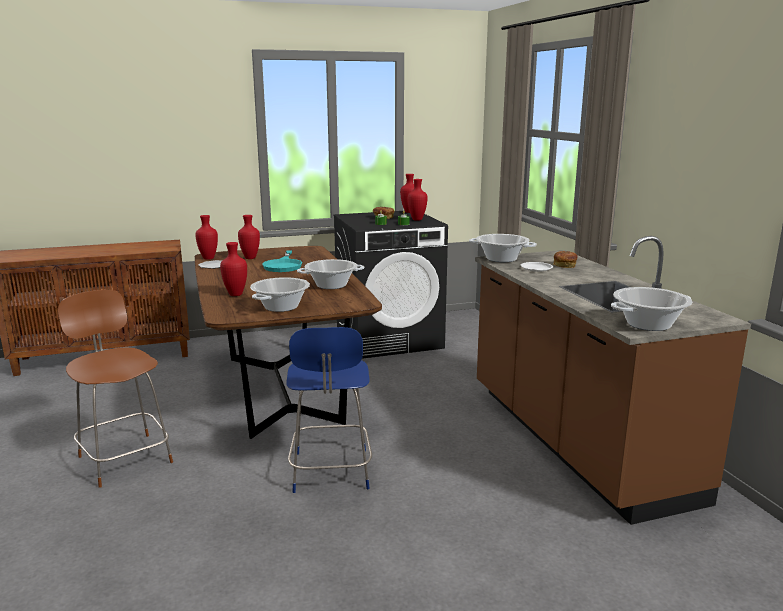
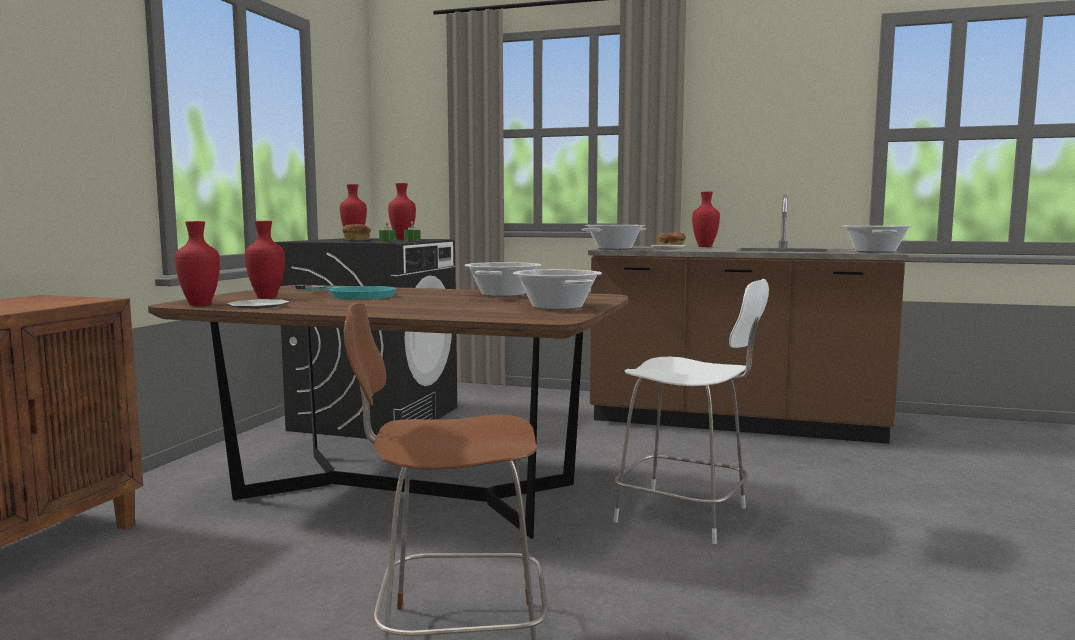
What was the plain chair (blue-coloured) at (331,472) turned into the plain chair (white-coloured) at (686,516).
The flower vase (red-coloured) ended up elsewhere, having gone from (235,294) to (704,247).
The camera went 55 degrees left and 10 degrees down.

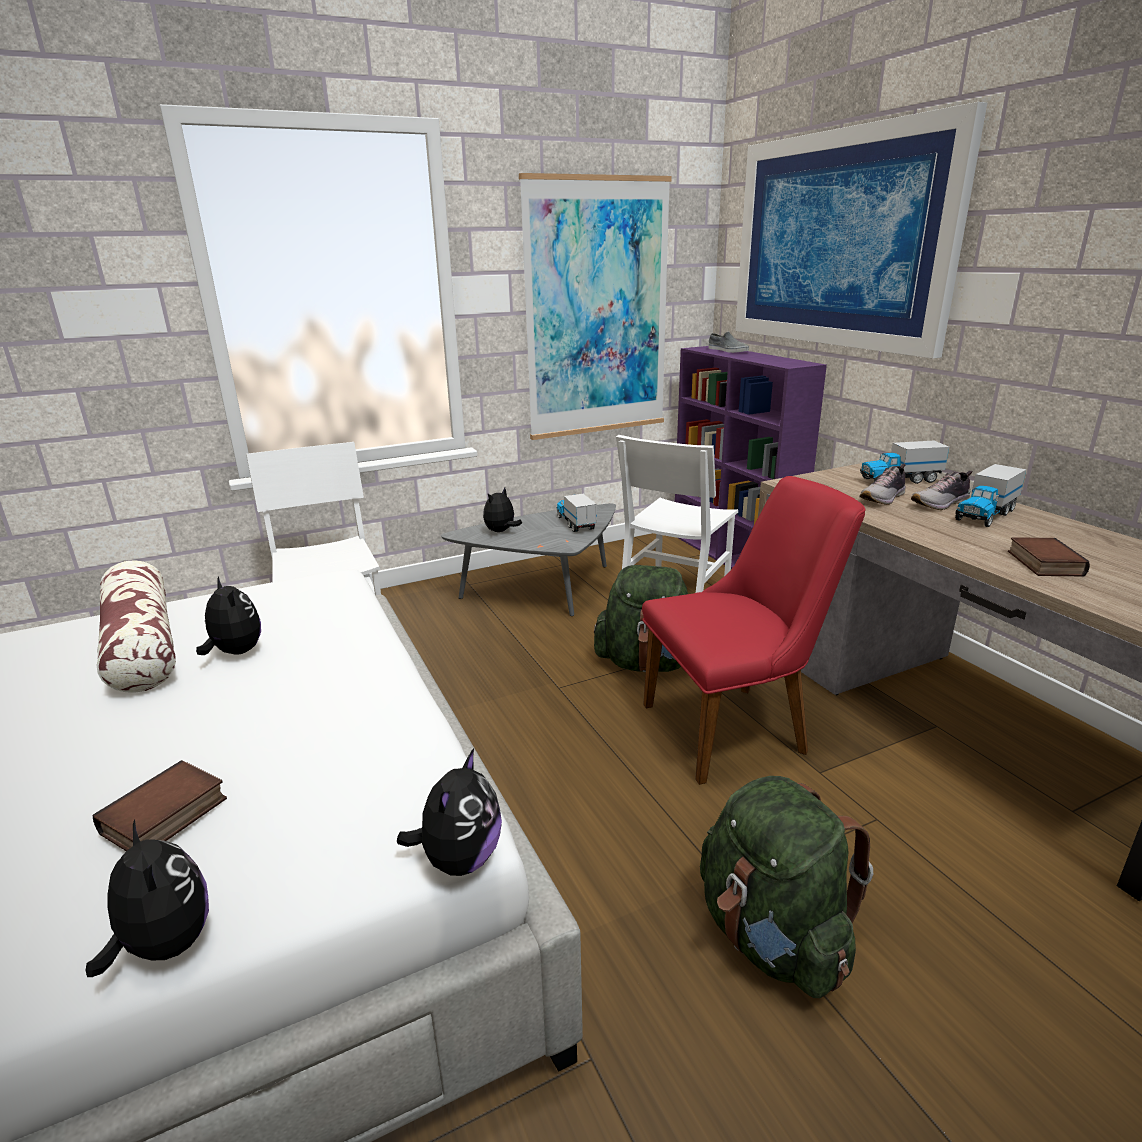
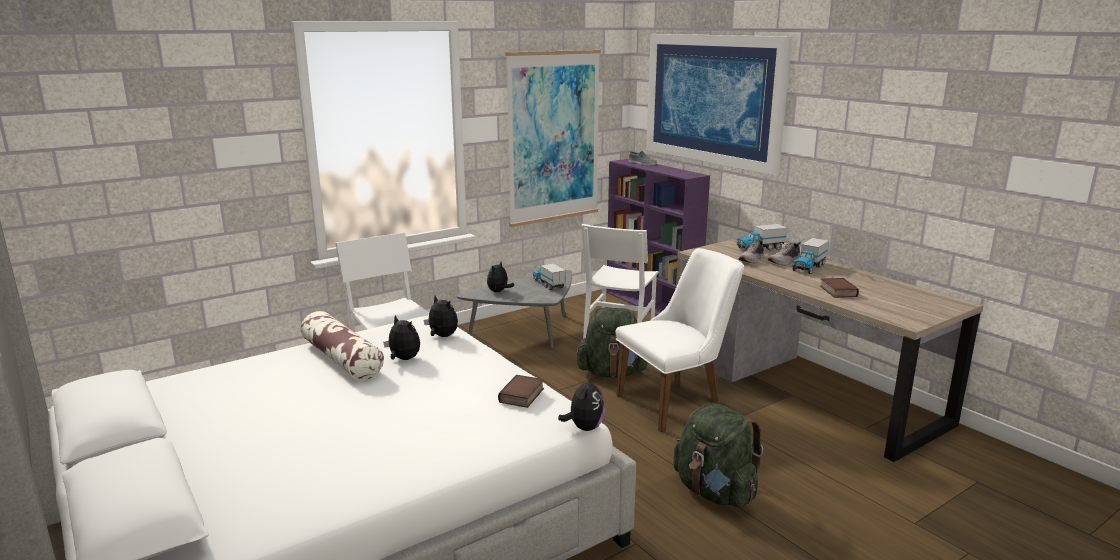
The plush toy ended up elsewhere, having gone from (164,944) to (442,336).
The bound book ended up elsewhere, having gone from (165,818) to (522,396).
What was the plain chair (red-coloured) at (738,727) turned into the plain chair (white-coloured) at (677,403).
The camera went 10 degrees left and 5 degrees down.

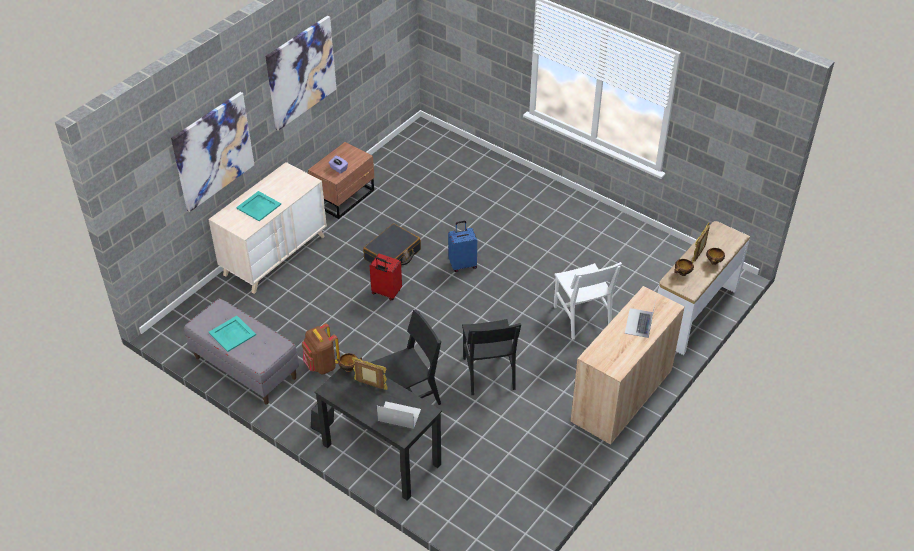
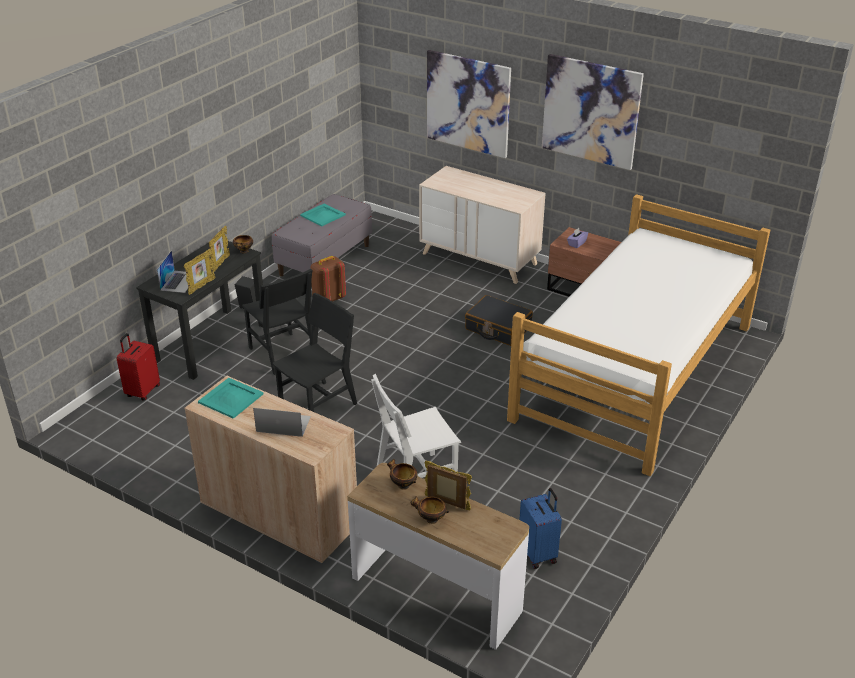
The travel case (red-coloured) ended up elsewhere, having gone from (386,293) to (142,391).
The second view gained the picture frame at (201,287).
The tray (blue-green) ended up elsewhere, having gone from (259,206) to (231,398).
The plain chair (blackish) at (488,373) ended up facing another way, 150 degrees clockwise from before.
The second view gained the bed at (636,372).
The travel case (blue-coloured) ended up elsewhere, having gone from (462,264) to (538,553).
The camera went 85 degrees right and 10 degrees down.

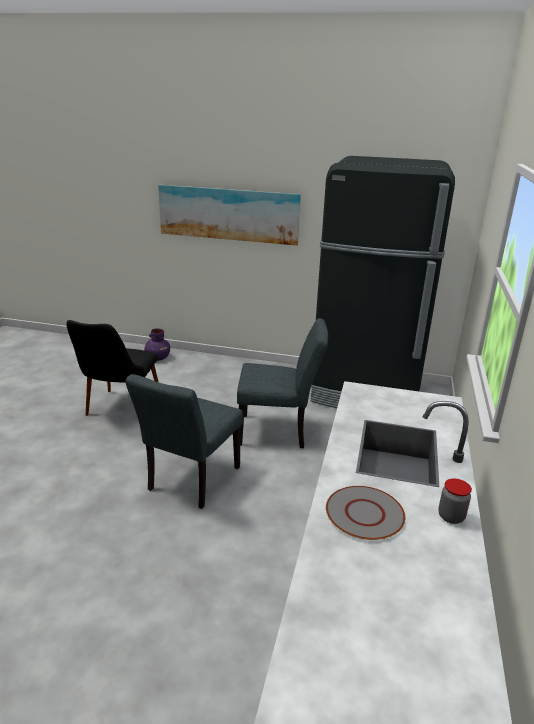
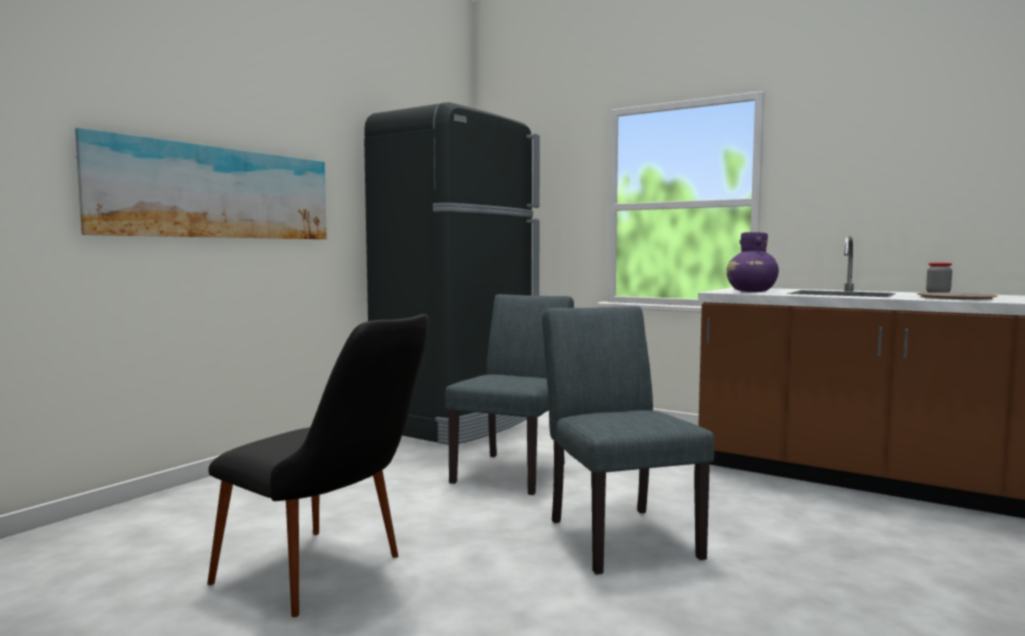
The plain chair (gray) at (190,482) ended up facing another way, 150 degrees counterclockwise from before.
The flower vase (purple) ended up elsewhere, having gone from (157,358) to (751,291).
The camera went 70 degrees left and 20 degrees down.

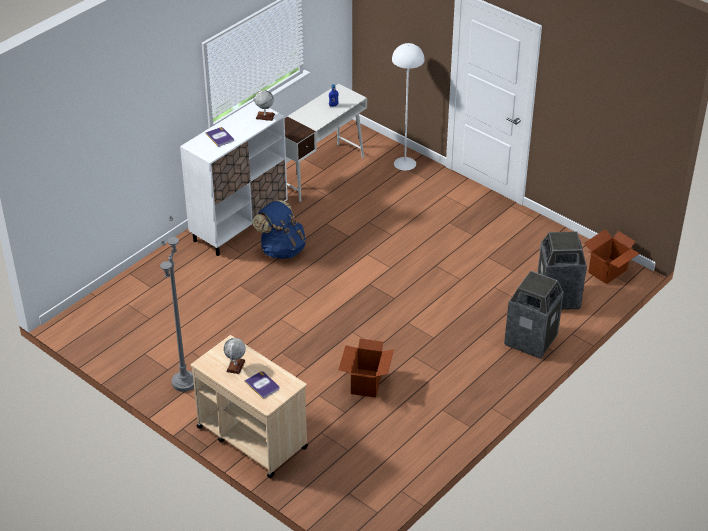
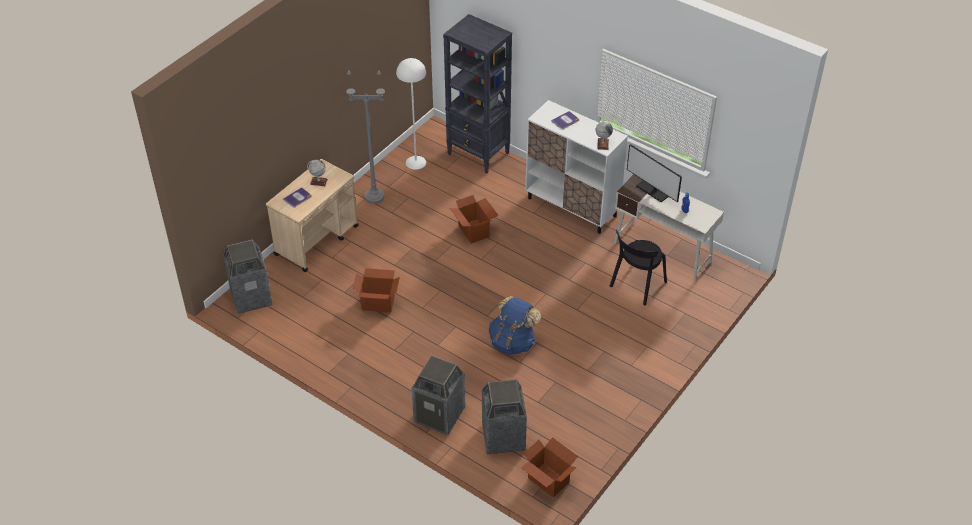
The second view gained the waste bin at (251,297).
The standing lamp (white-coloured) ended up elsewhere, having gone from (404,163) to (415,162).
The second view gained the bookcase (blackish) at (478,154).
The second view gained the carton at (474,231).
The knapsack (blue-coloured) ended up elsewhere, having gone from (281,249) to (513,342).
The second view gained the plain chair (blackish) at (636,285).
The second view gained the computer screen at (653,190).
The camera went 85 degrees right and 5 degrees up.

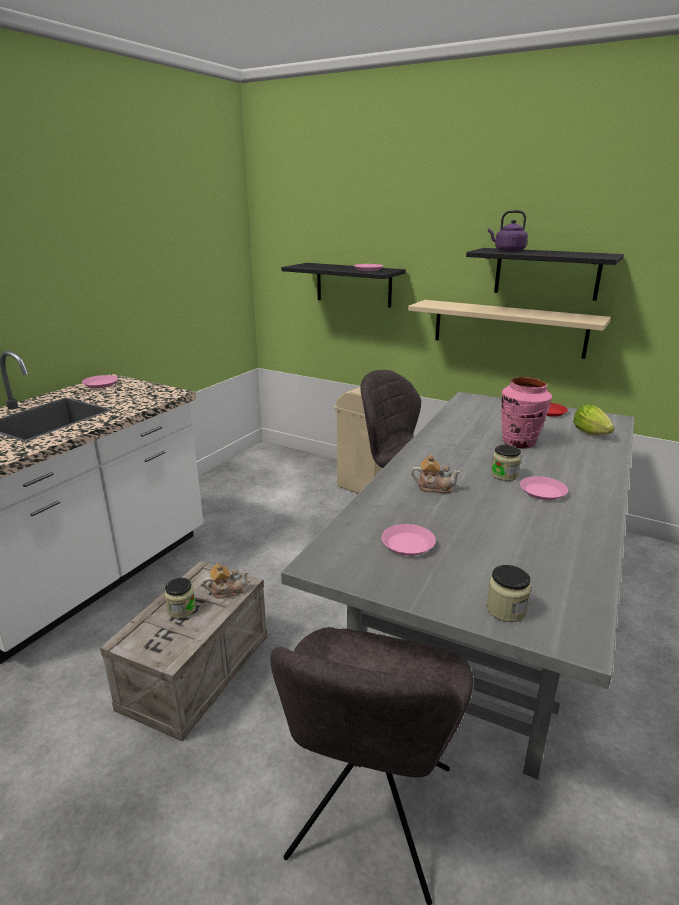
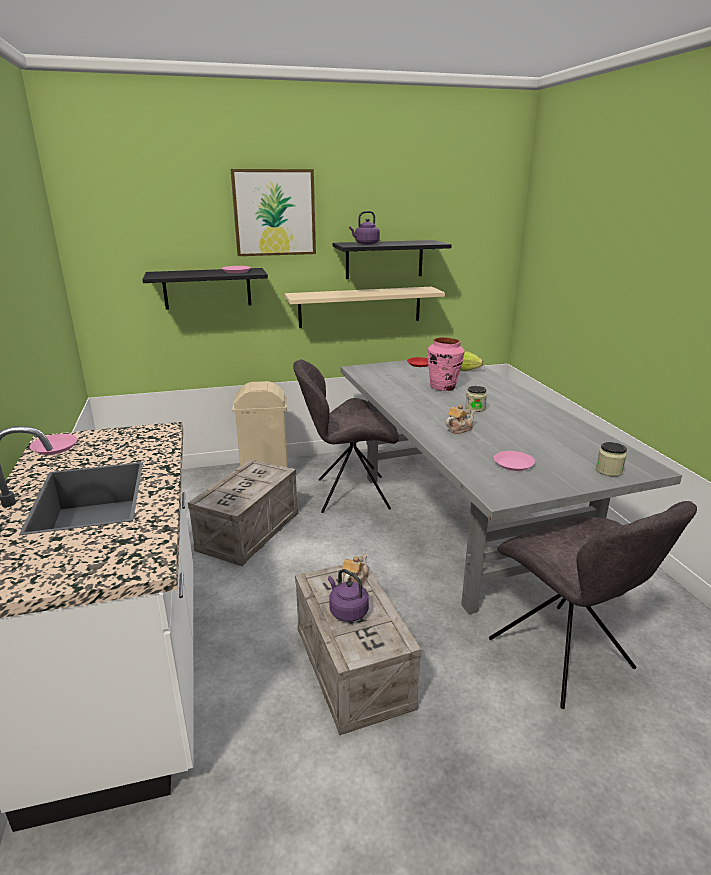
The second view gained the crate at (249,530).
The second view gained the wall picture at (274,213).
Where the preserve jar stood at (181,609), the tea kettle (purple) came to stand at (347,611).
The second view lost the flat dish (pink) at (543,492).
The camera went 45 degrees left and 0 degrees up.

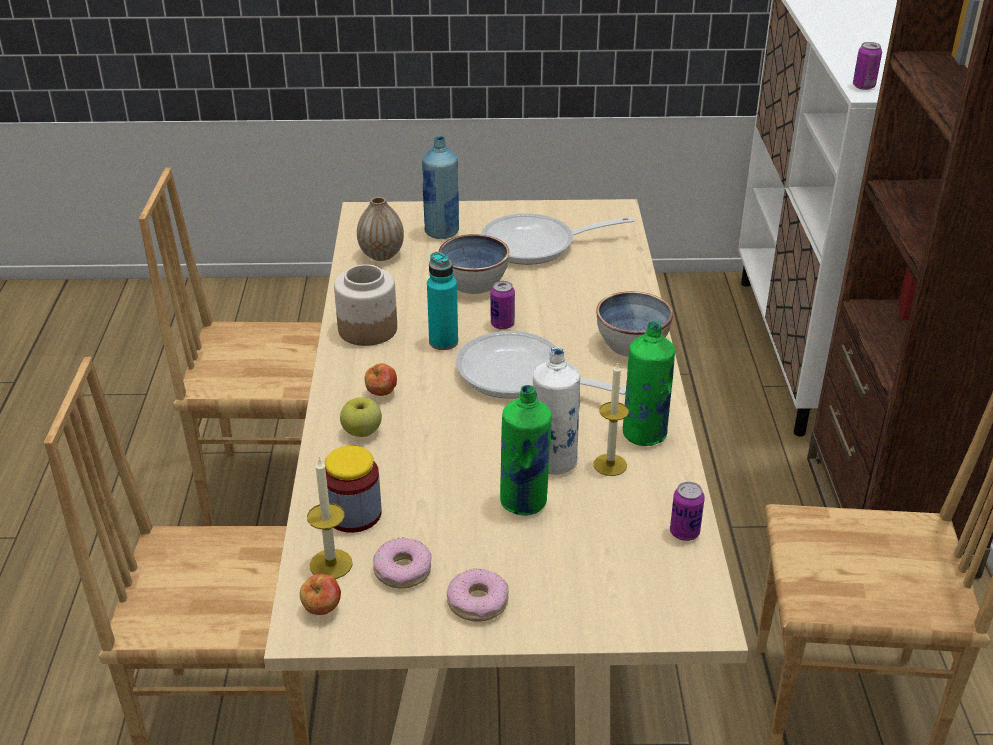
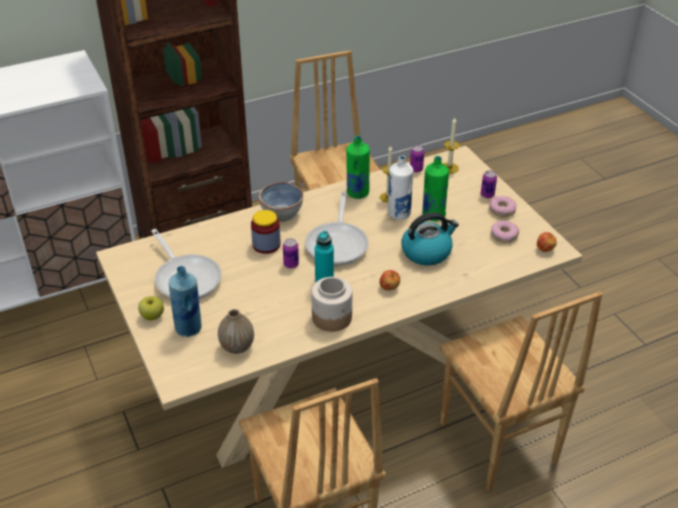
The whole apple ended up elsewhere, having gone from (362,432) to (152,316).
The preserve jar ended up elsewhere, having gone from (354,514) to (266,245).
The second view gained the tea kettle at (427,252).
The candle ended up elsewhere, having gone from (331,564) to (449,168).
The can ended up elsewhere, having gone from (863,86) to (487,195).
The second view lost the deep dish at (474,283).
The camera went 115 degrees left and 5 degrees up.

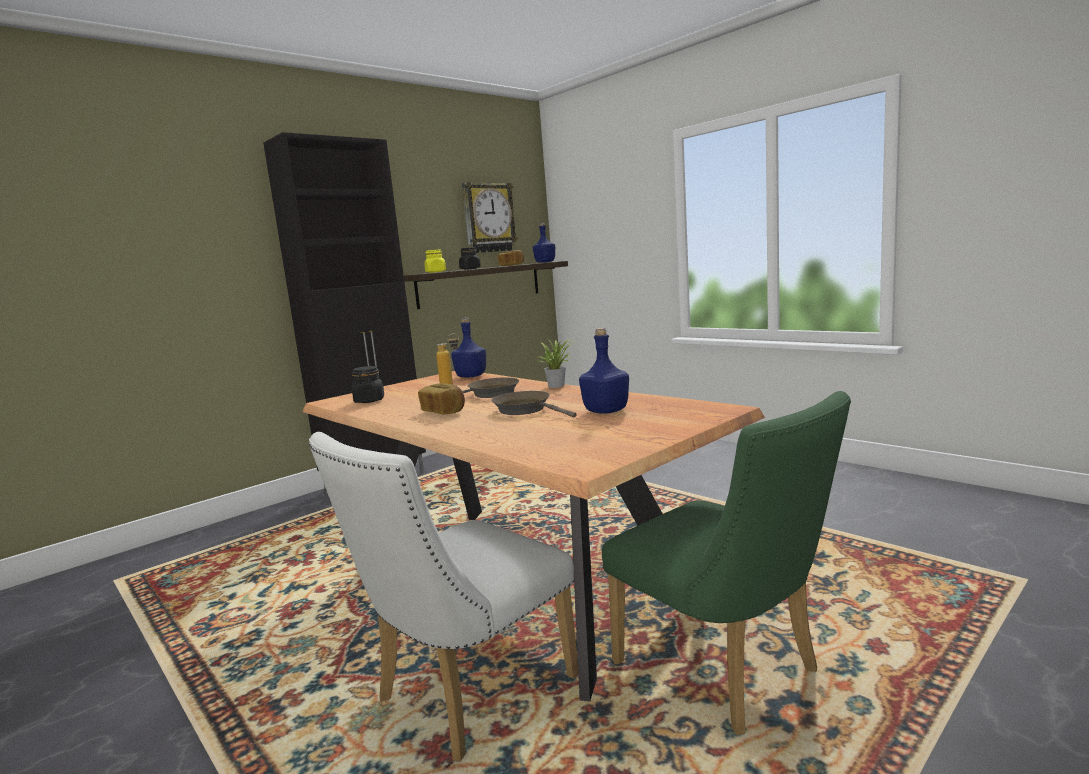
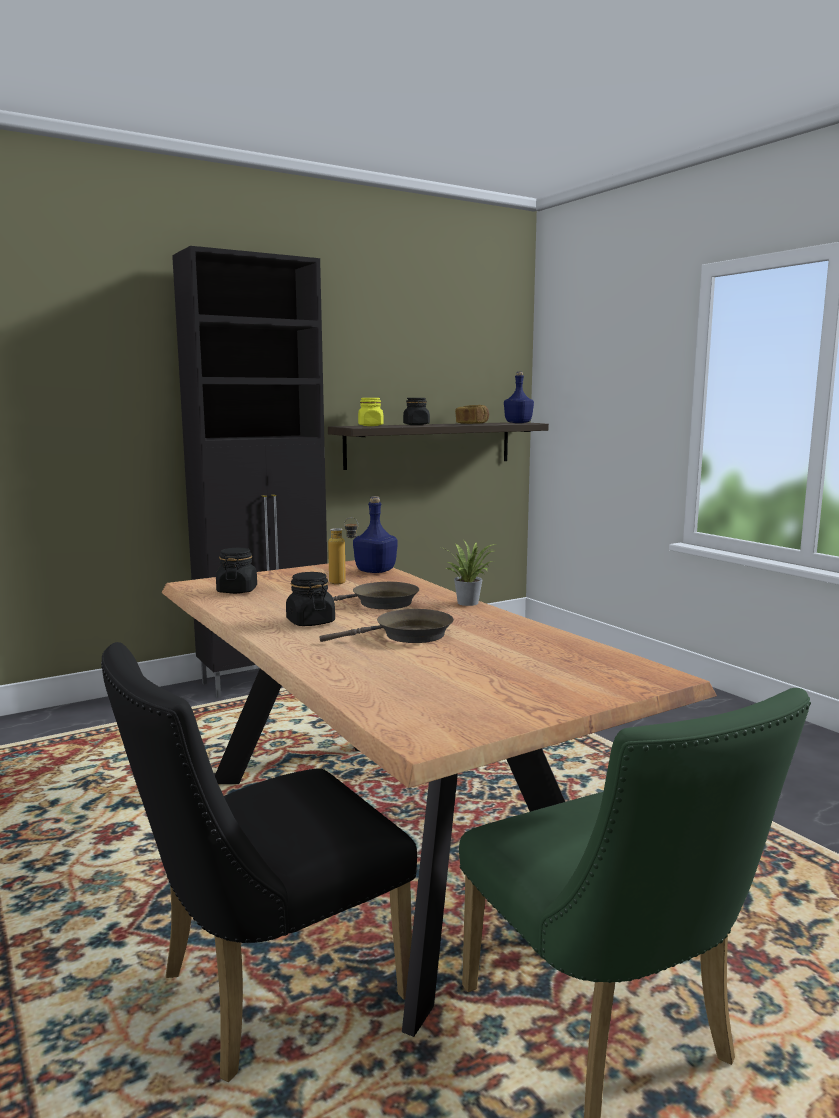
What was the plain chair (white-coloured) at (465,695) turned into the plain chair (blackish) at (266,992).
Where the bread stood at (444,412), the preserve jar (blackish) came to stand at (310,622).
The frying pan (brown) at (526,410) ended up facing another way, 105 degrees clockwise from before.
The second view lost the clock on the wall at (488,218).
The second view lost the bottle (blue-coloured) at (606,411).
The camera went 10 degrees right and 0 degrees up.

